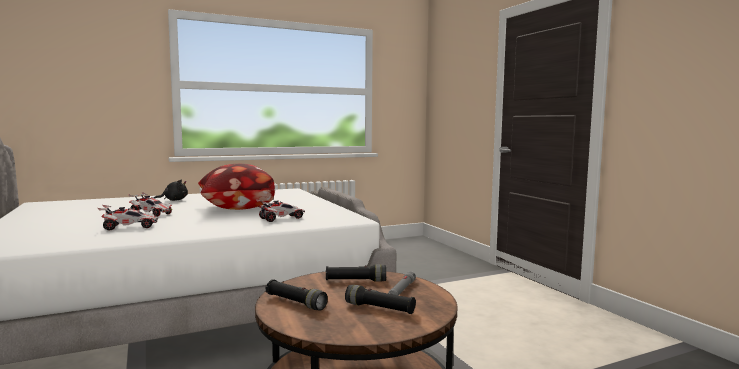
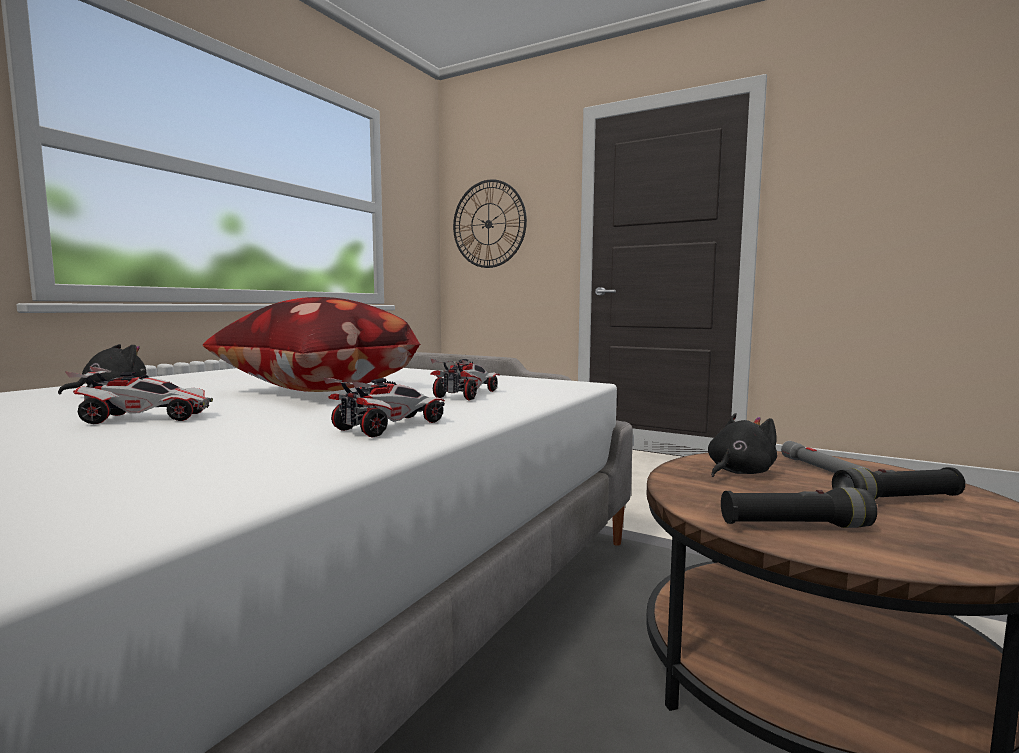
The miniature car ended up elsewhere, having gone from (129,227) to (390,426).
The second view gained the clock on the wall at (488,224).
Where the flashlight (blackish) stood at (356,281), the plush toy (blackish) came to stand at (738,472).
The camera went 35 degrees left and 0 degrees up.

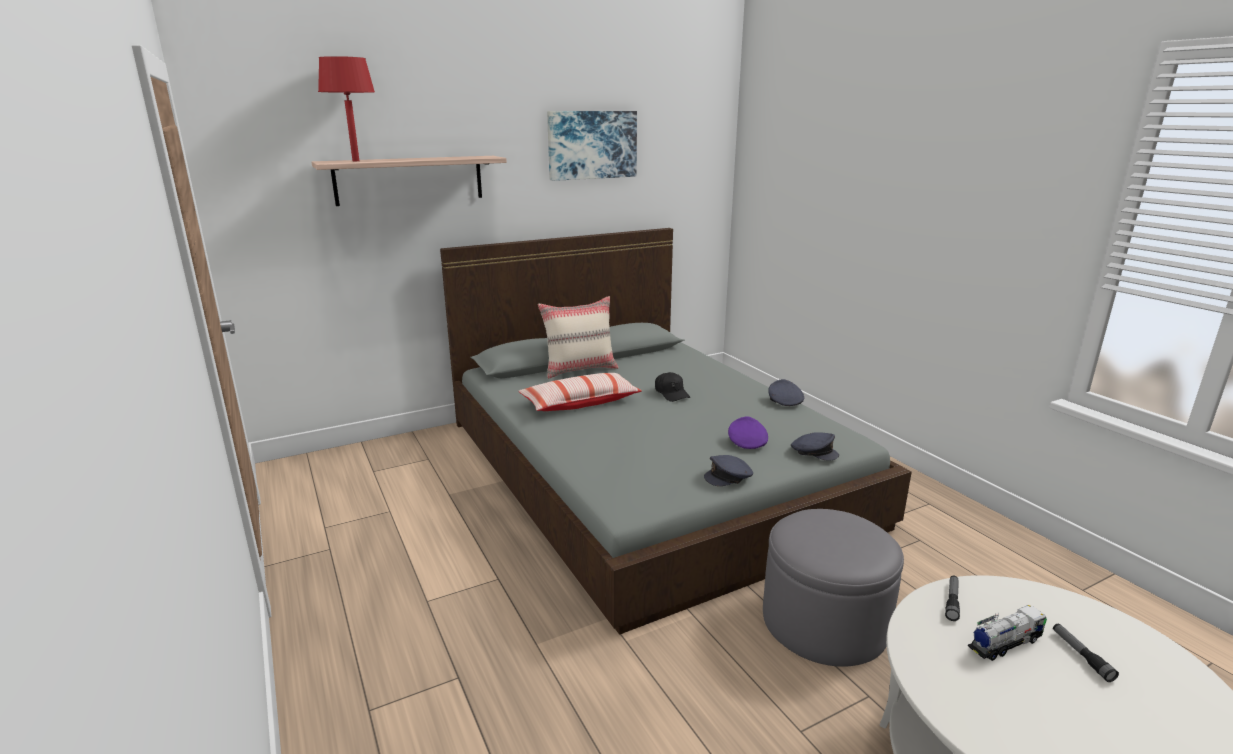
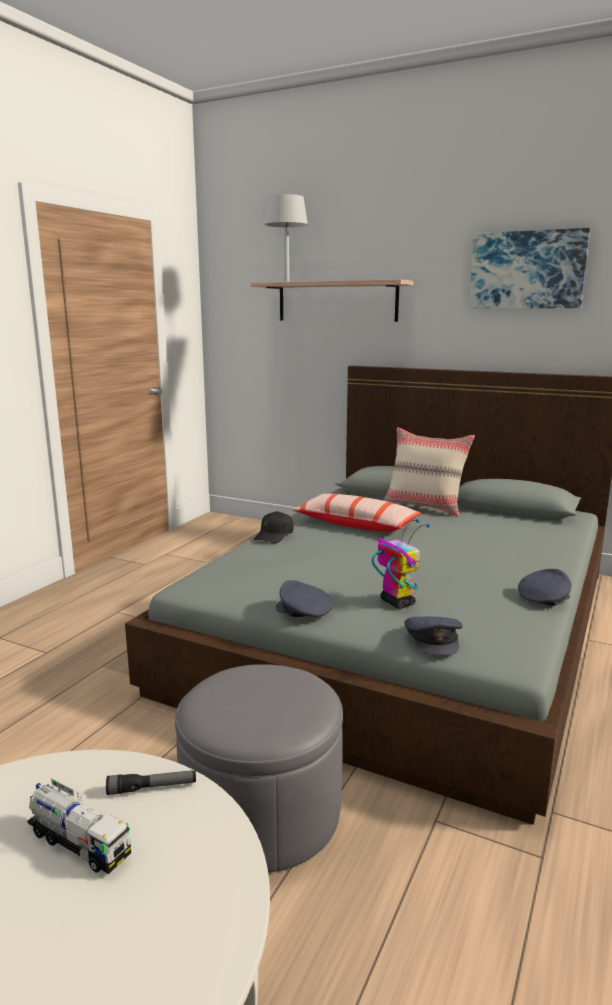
The baseball cap (blackish) ended up elsewhere, having gone from (671,393) to (274,535).
What was the table lamp (red-coloured) at (355,161) turned into the table lamp (gray) at (286,281).
Where the baseball cap (purple) stood at (746,442), the model robot came to stand at (396,602).
The second view lost the flashlight at (1081,656).
The camera went 55 degrees right and 5 degrees down.

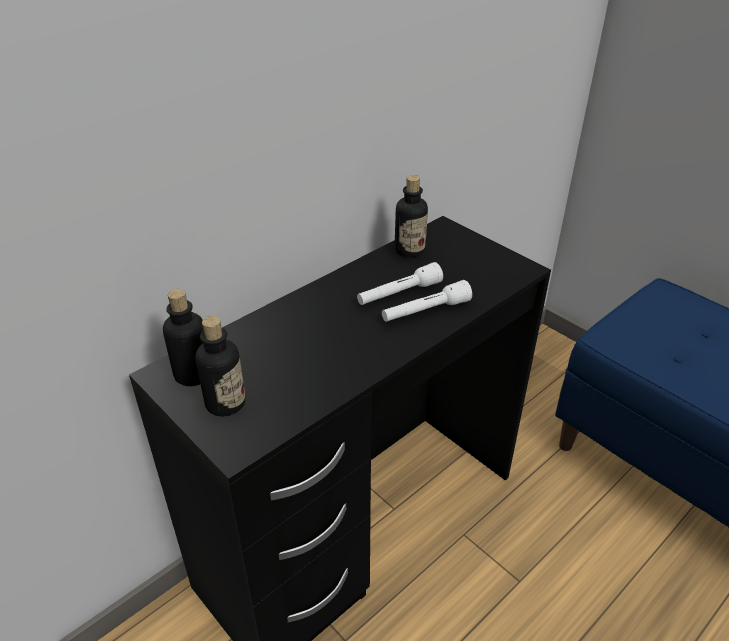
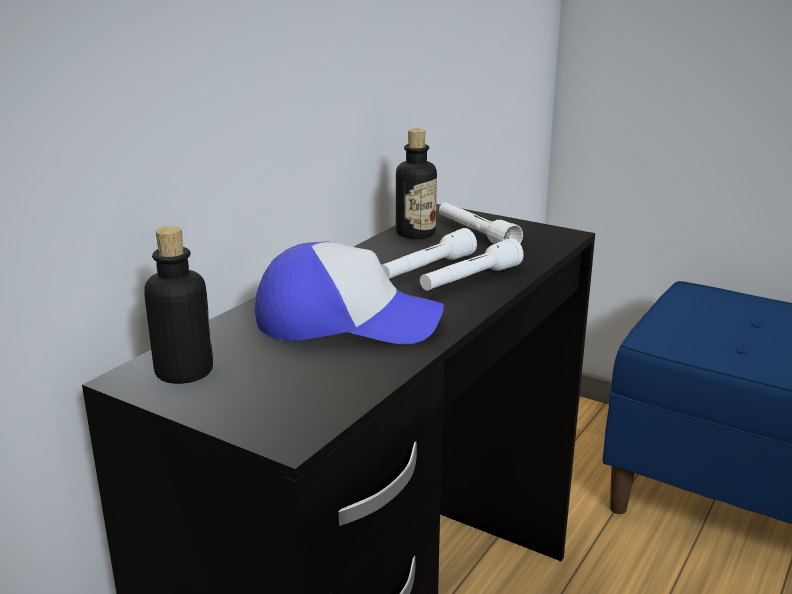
The second view gained the baseball cap at (346,322).
The second view gained the flashlight (white-coloured) at (476,235).
The second view lost the bottle at (225,403).
The camera went 15 degrees left and 15 degrees down.

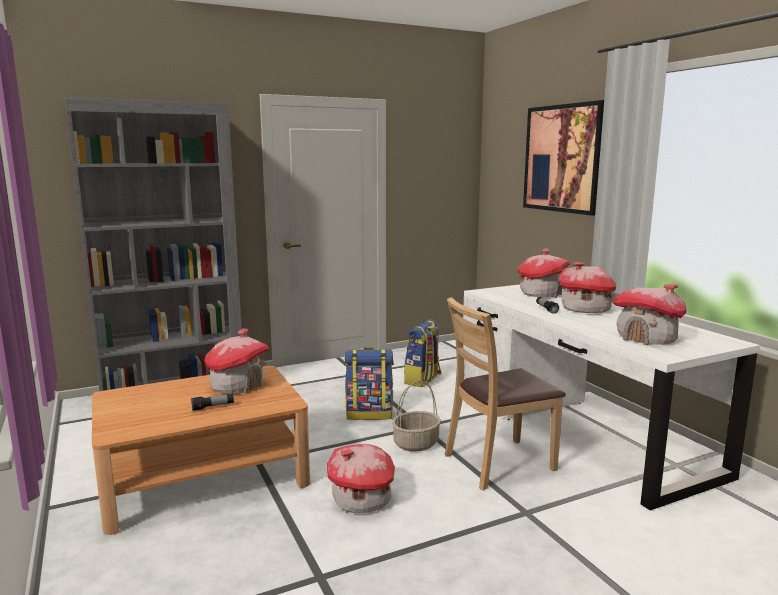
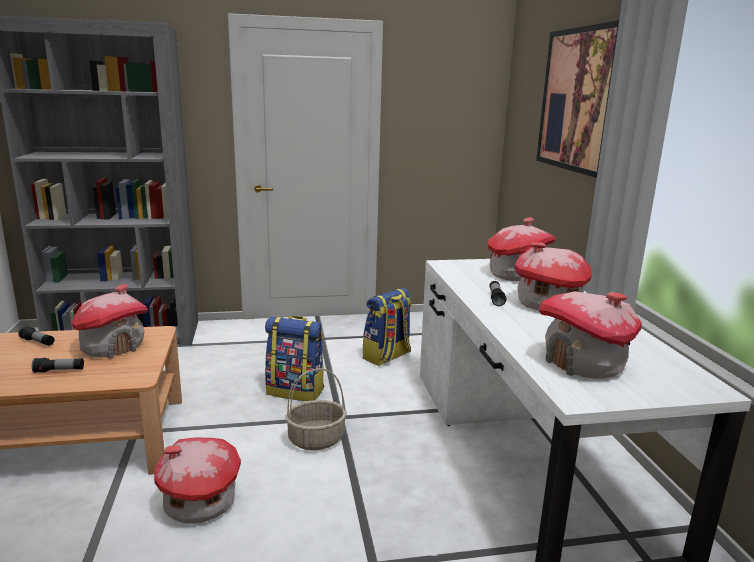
The second view gained the flashlight at (38,342).
The second view lost the plain chair (brown) at (498,463).
The camera went 15 degrees right and 5 degrees up.

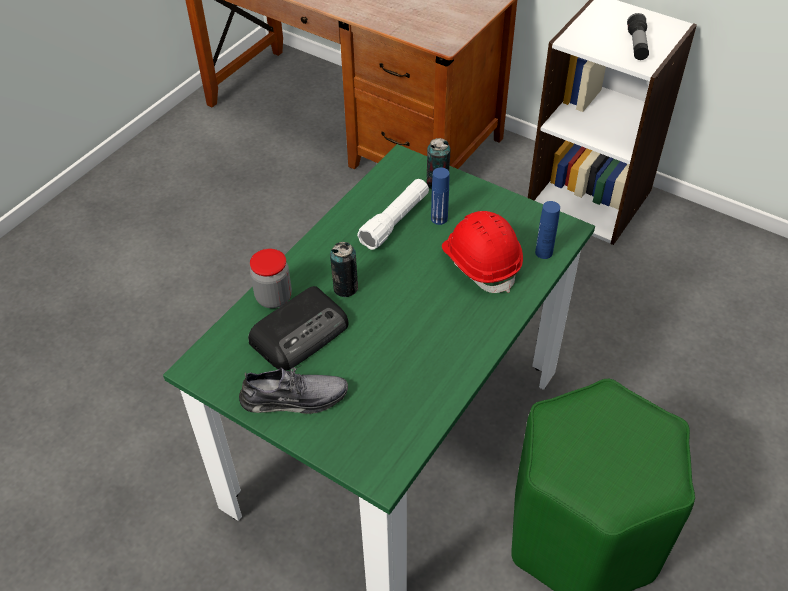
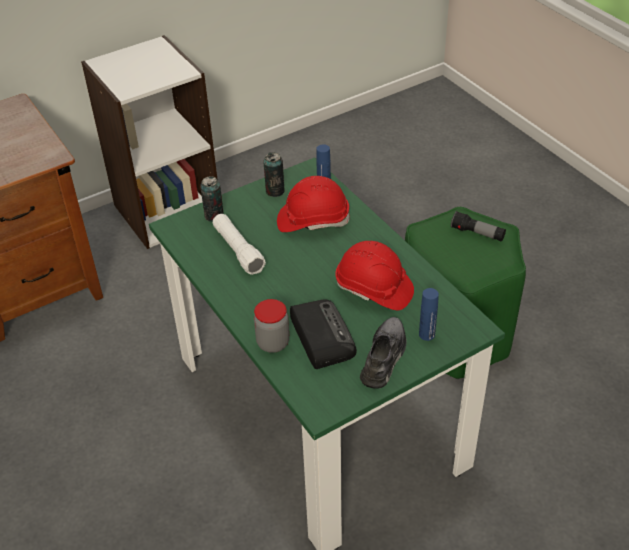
The can ended up elsewhere, having gone from (345,288) to (275,191).
The second view gained the work helmet (red-coloured) at (373,289).
The bottle (blue-coloured) ended up elsewhere, having gone from (439,218) to (426,334).
The flashlight ended up elsewhere, having gone from (637,45) to (477,233).
The camera went 65 degrees left and 5 degrees down.

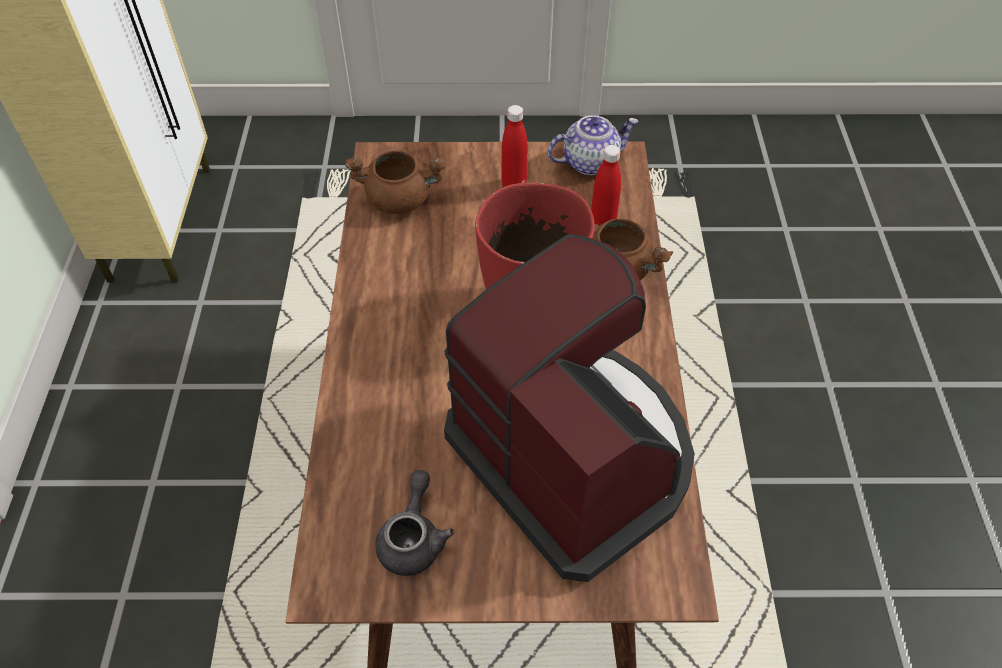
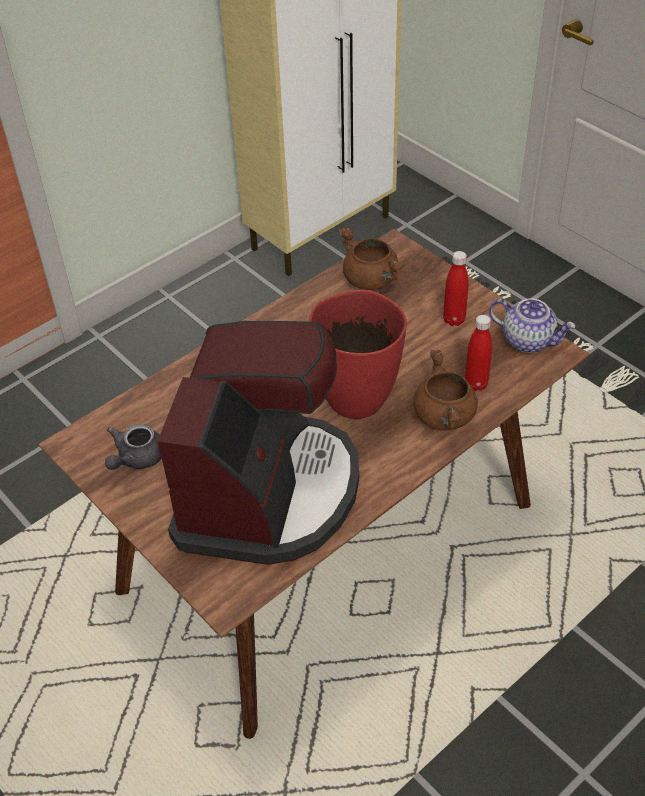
The teapot (gray) at (413,538) ended up facing another way, 150 degrees clockwise from before.
The camera went 50 degrees right and 5 degrees down.

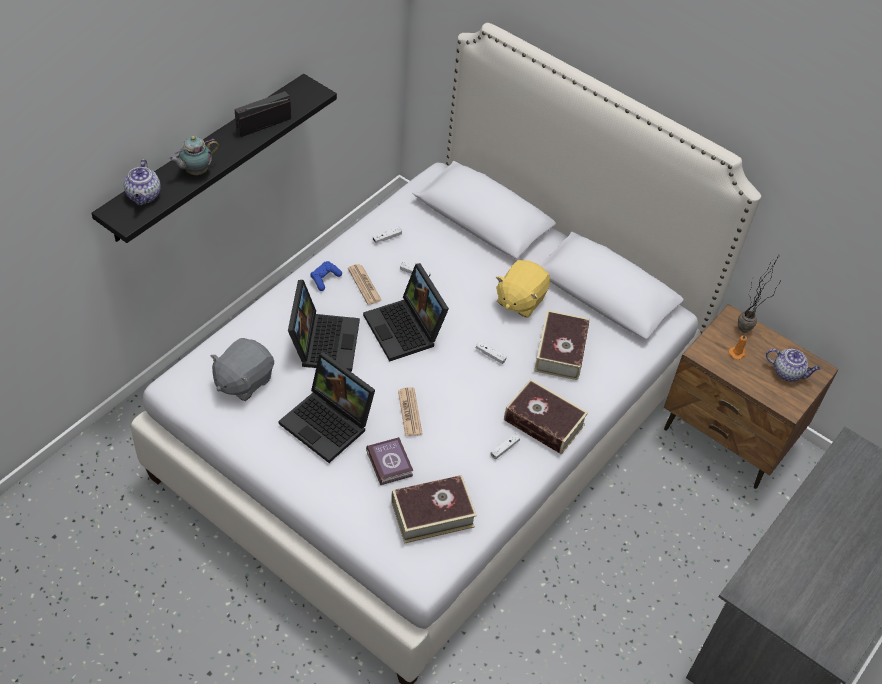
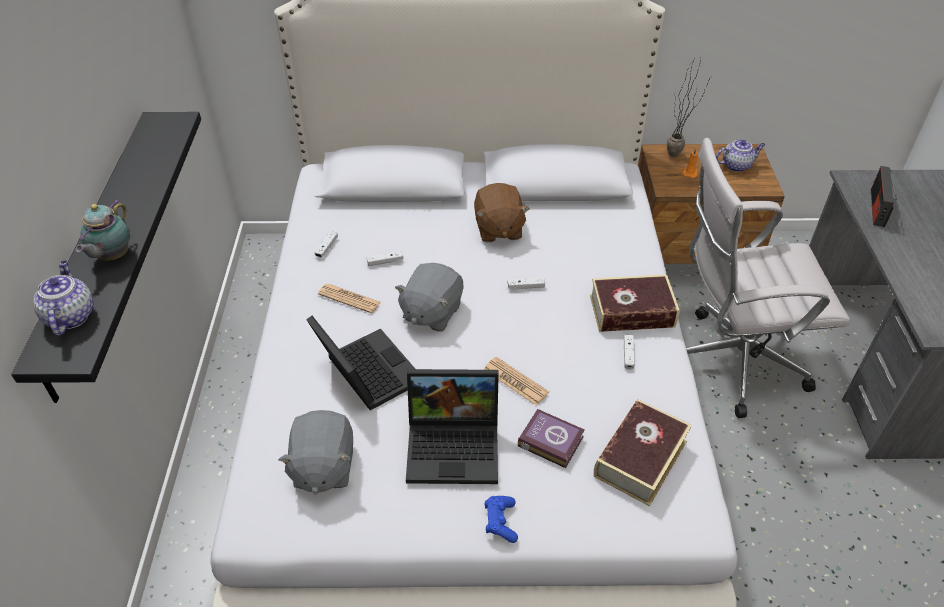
The teapot at (144,196) ended up facing another way, 150 degrees counterclockwise from before.
Where the laptop stood at (406,330), the plush toy (gray) came to stand at (431,312).
What was the plush toy (yellowish) at (520,300) turned into the plush toy (brown) at (498,229).
The joypad (blue-coloured) ended up elsewhere, having gone from (325,279) to (500,522).
The second view gained the desk chair (white-coloured) at (730,362).
The radio receiver ended up elsewhere, having gone from (263,125) to (877,208).
The second view lost the bound book at (561,351).
The camera went 35 degrees left and 5 degrees down.

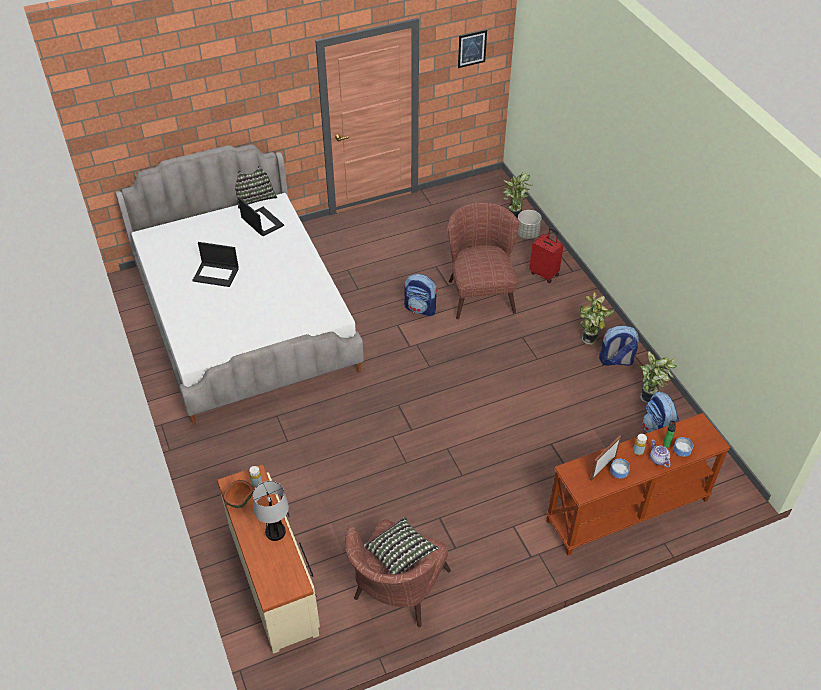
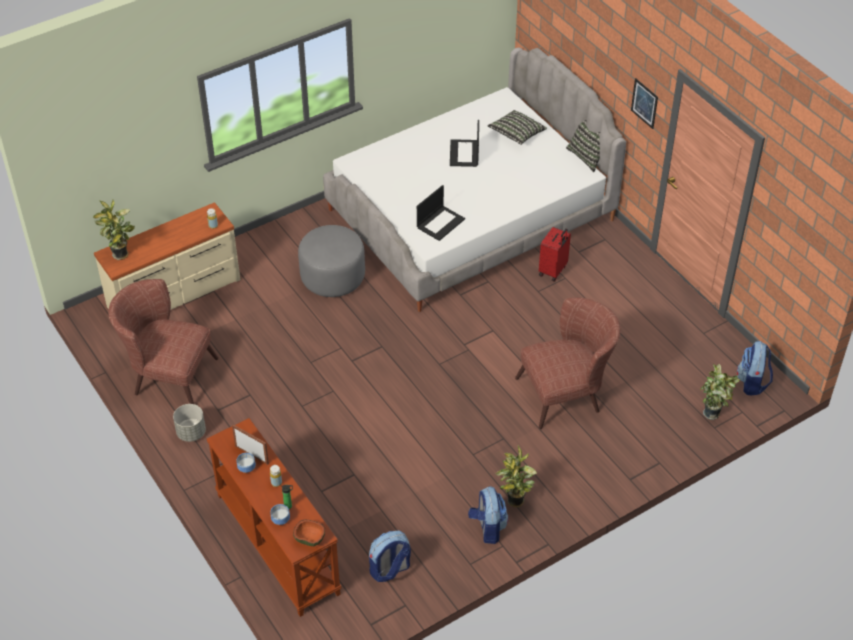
The plant in a pot ended up elsewhere, having gone from (649,397) to (121,256).
The plant pot (gray) ended up elsewhere, having gone from (527,234) to (191,433).
The deep dish ended up elsewhere, having gone from (240,500) to (309,539).
The second view gained the ottoman (gray) at (333,277).
The laptop ended up elsewhere, having gone from (261,222) to (440,223).
The throw pillow ended up elsewhere, having gone from (400,553) to (516,134).
The travel case (red-coloured) ended up elsewhere, having gone from (544,273) to (553,271).
The wall picture ended up elsewhere, having gone from (472,49) to (644,103).
The knapsack ended up elsewhere, having gone from (421,308) to (752,383).
The second view lost the table lamp at (276,532).
The second view lost the teapot at (658,459).
The camera went 80 degrees right and 0 degrees up.

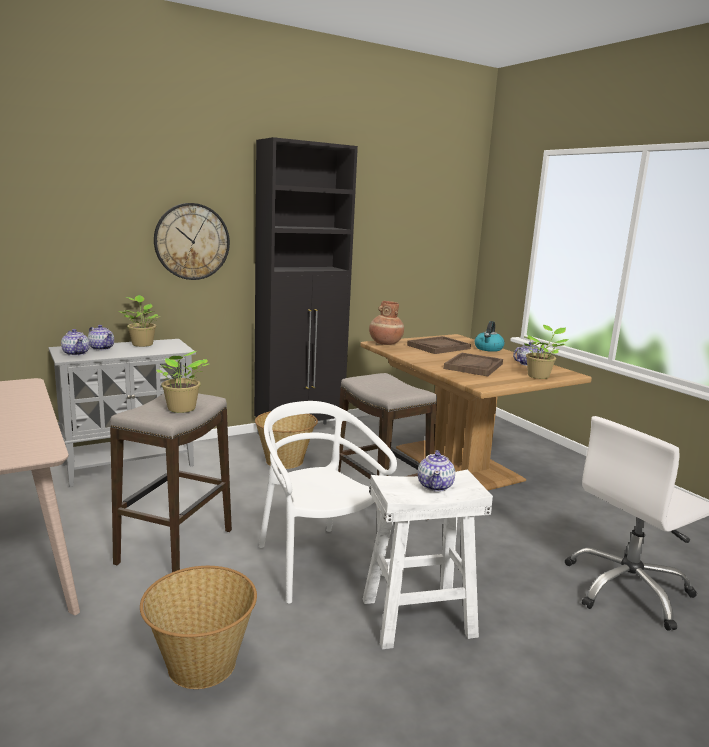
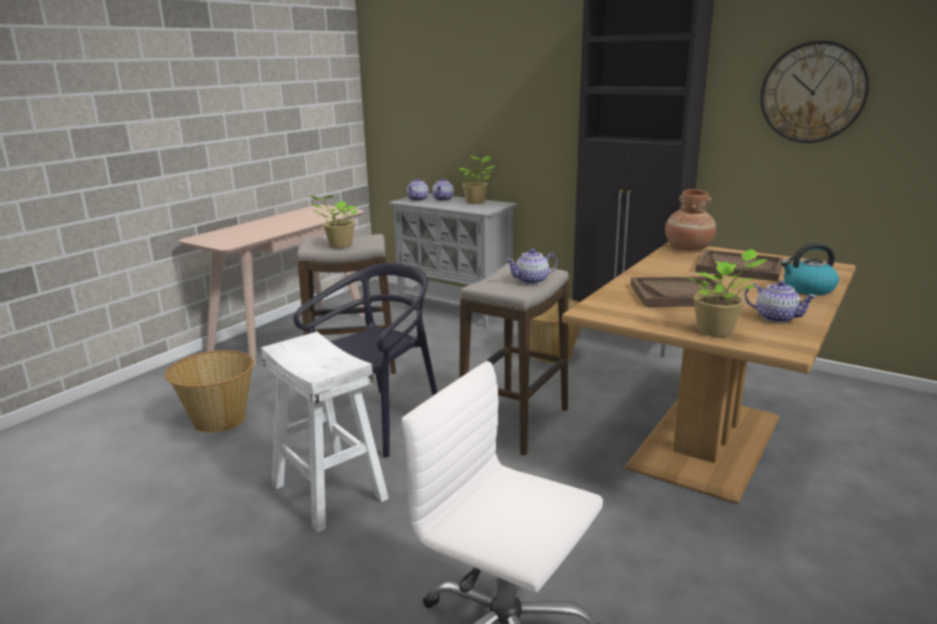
What was the plain chair (white-coloured) at (316,563) turned into the plain chair (blackish) at (378,421).
The teapot ended up elsewhere, having gone from (435,486) to (532,280).
The clock on the wall ended up elsewhere, having gone from (192,241) to (813,92).
The camera went 65 degrees right and 5 degrees up.

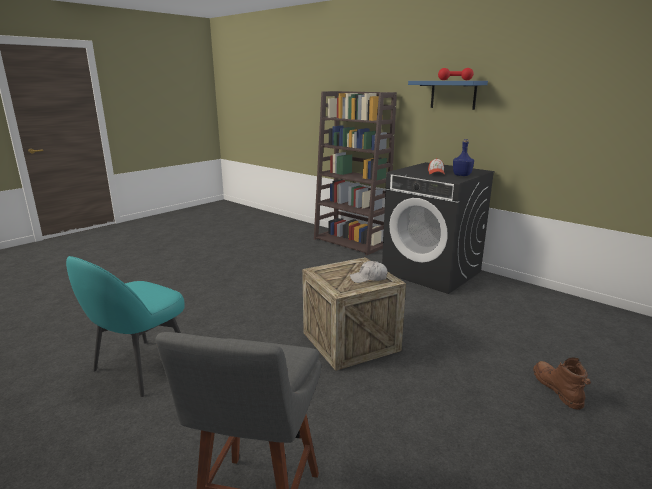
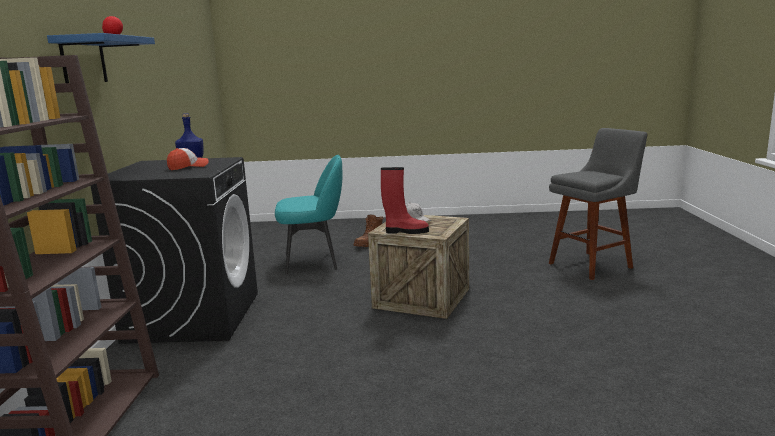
The plain chair (blue-green) ended up elsewhere, having gone from (141,368) to (313,261).
The second view gained the high-top boot (red-coloured) at (405,231).
The camera went 130 degrees left and 5 degrees down.

